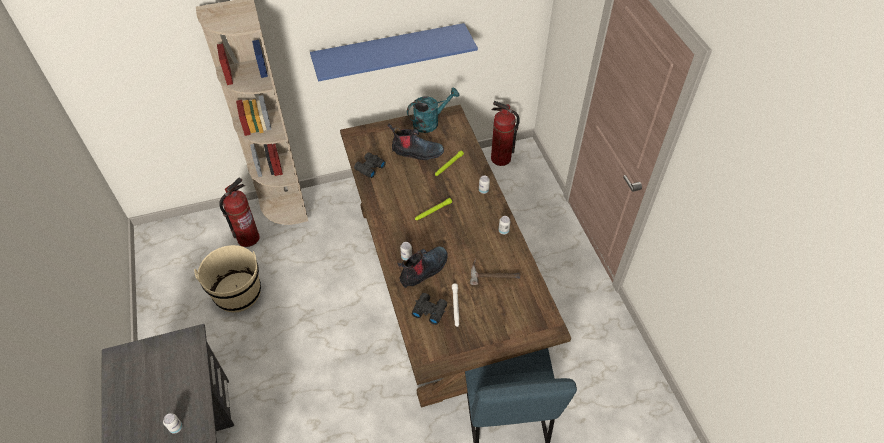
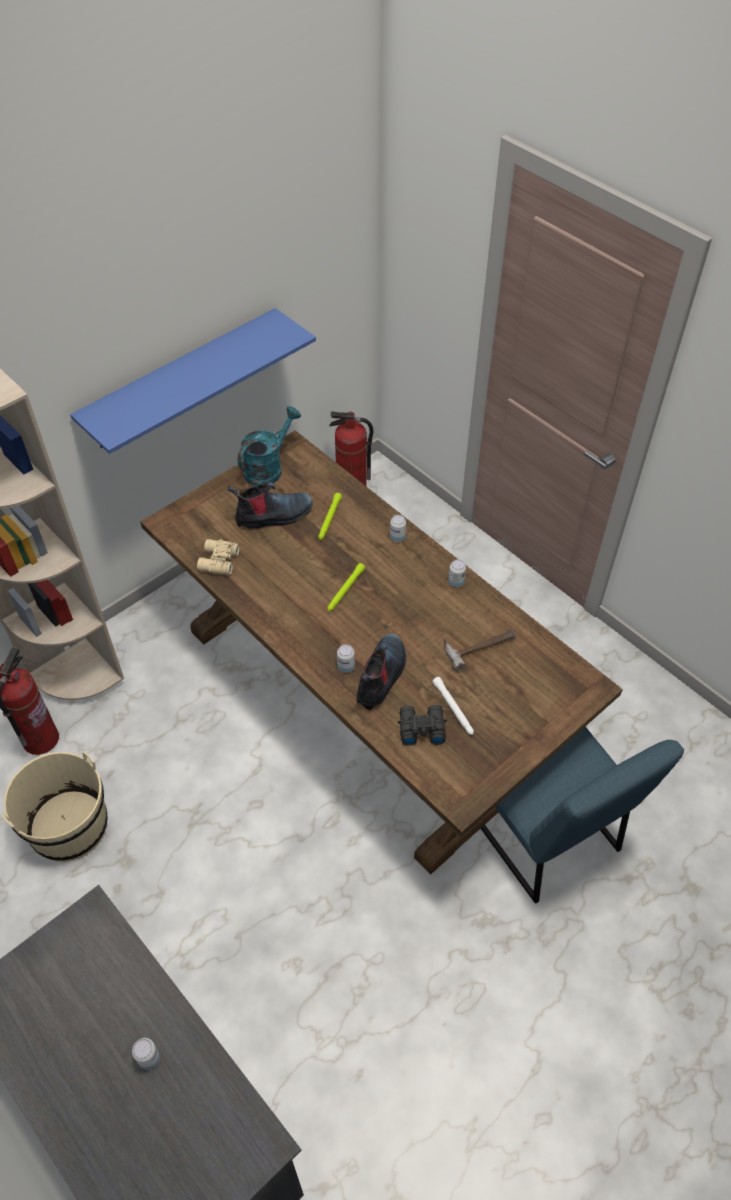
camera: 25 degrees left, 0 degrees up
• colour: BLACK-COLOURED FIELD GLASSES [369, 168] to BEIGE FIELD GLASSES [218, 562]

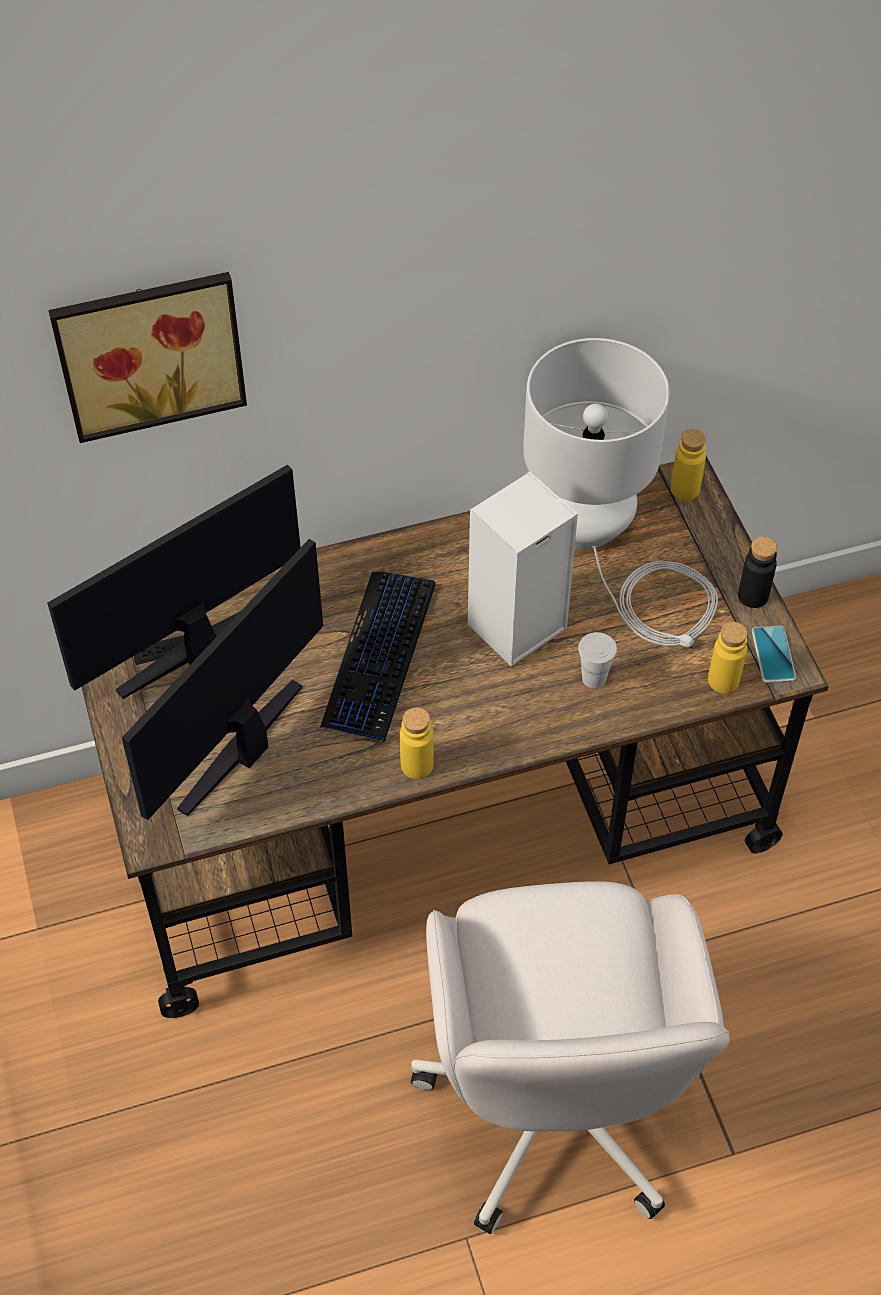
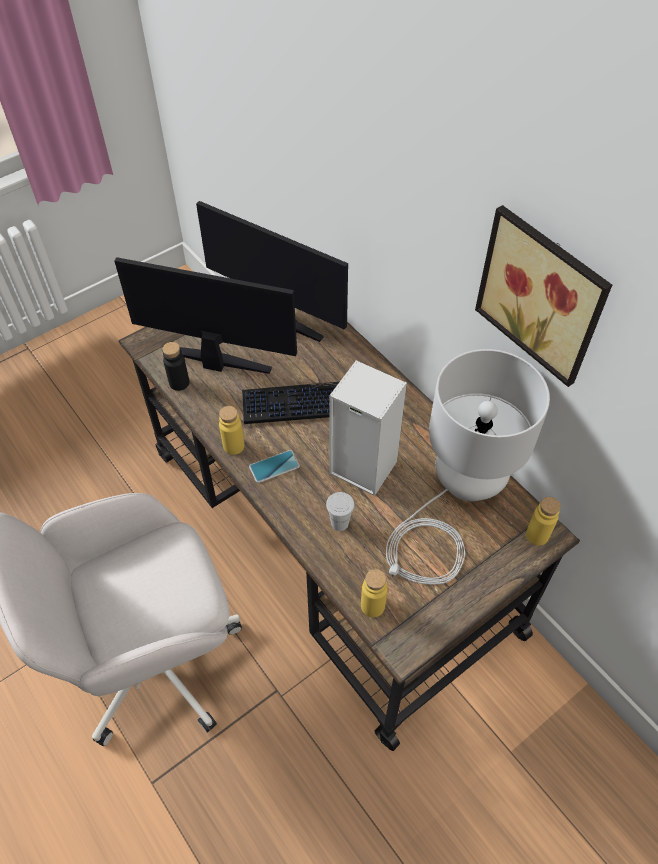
camera: 70 degrees right, 0 degrees up
• relocated: WALL ART [149, 350] to [543, 294]
• relocated: BLACK-COLOURED BOTTLE [753, 596] to [179, 383]
• relocated: TELEPHONE [773, 654] to [274, 467]

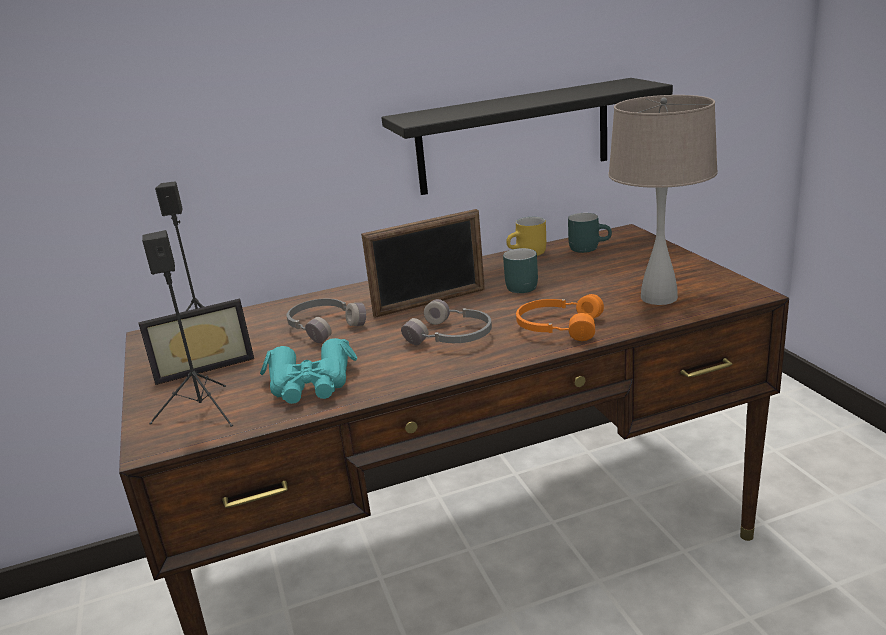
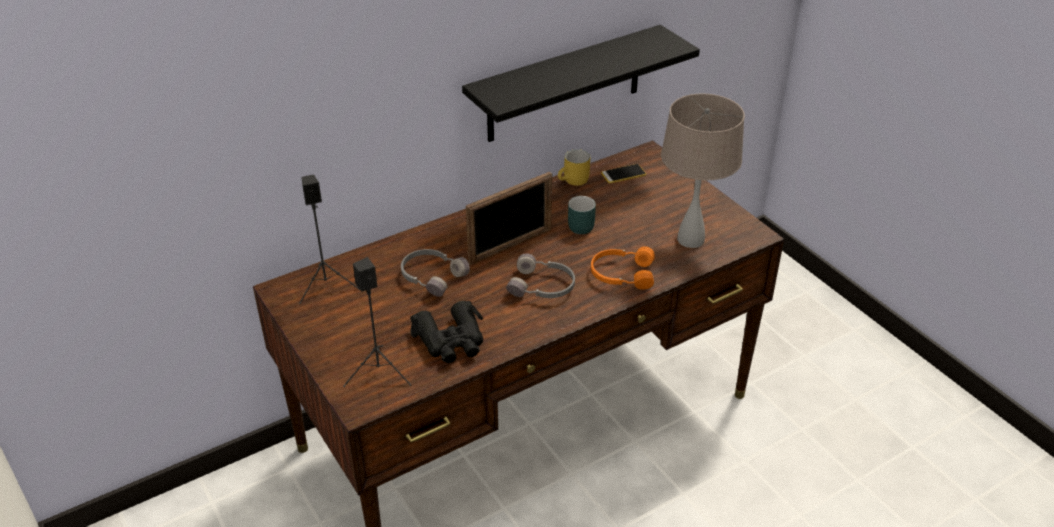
camera: 15 degrees left, 15 degrees up
• missing: PICTURE FRAME [203, 365]
• colour: TURQUOISE-COLOURED FIELD GLASSES [311, 384] to BLACK-COLOURED FIELD GLASSES [451, 341]
• exchanged: TURQUOISE-COLOURED TEA MUG [588, 247] to TELEPHONE [623, 174]

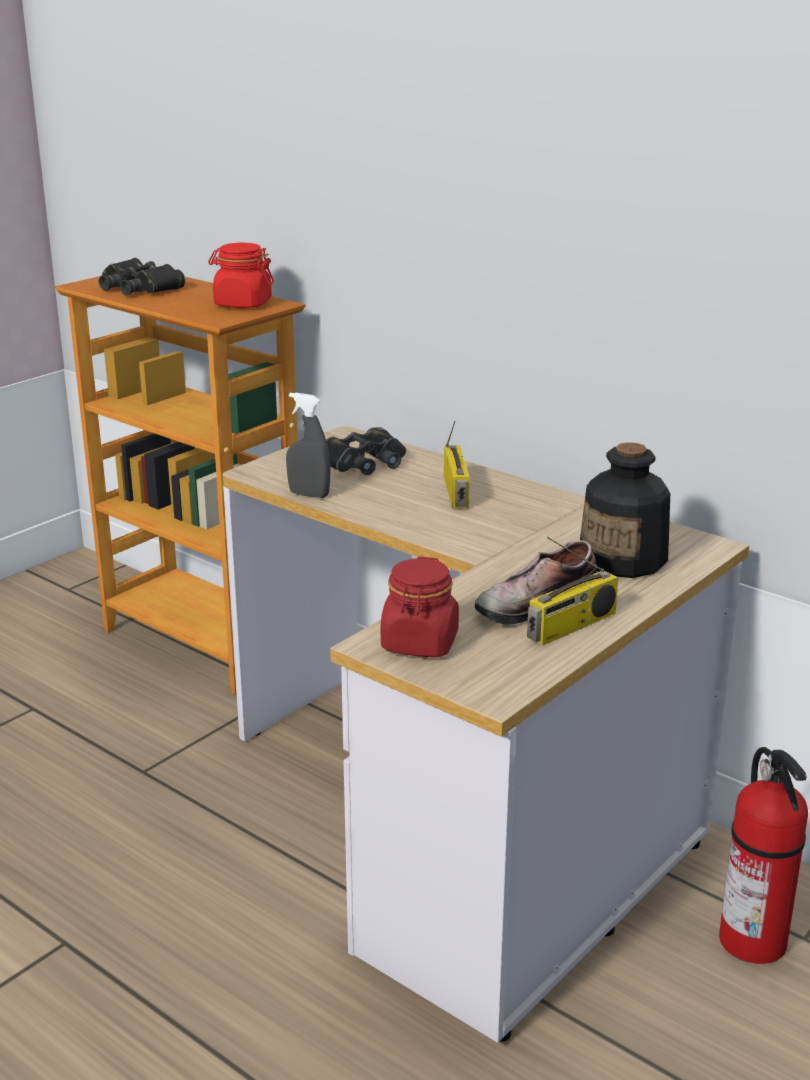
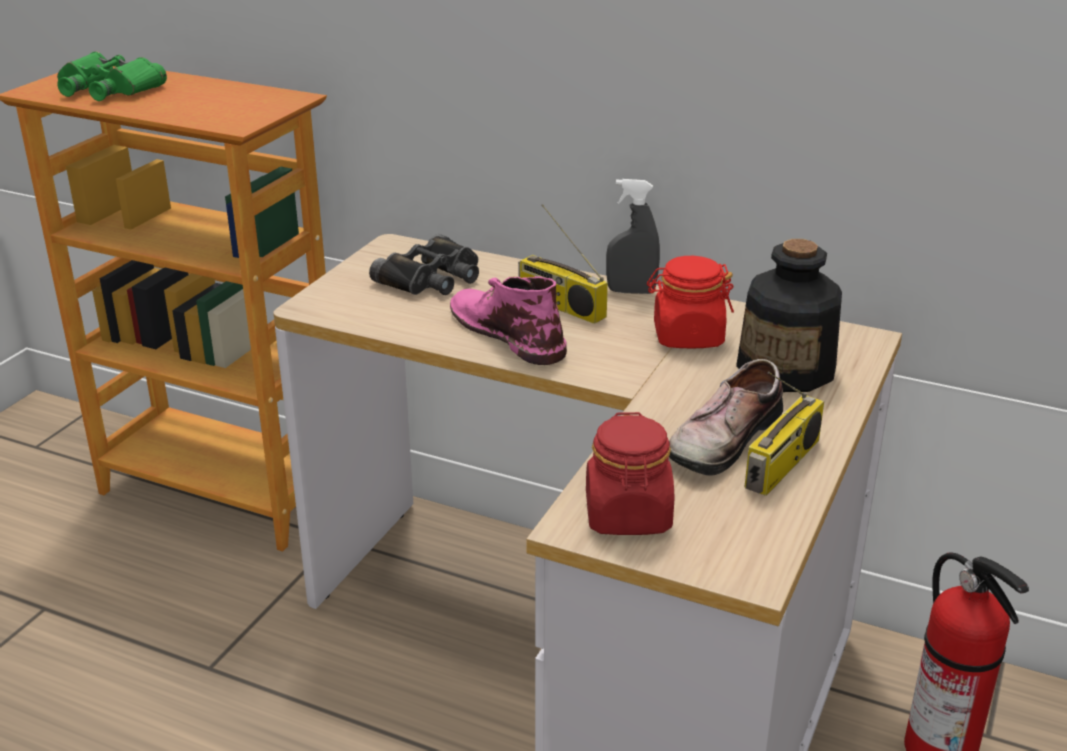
camera: 15 degrees left, 5 degrees up
• colour: BLACK-COLOURED FIELD GLASSES [139, 288] to GREEN FIELD GLASSES [109, 89]
• relocated: RED JAR [242, 304] to [687, 336]
• relocated: GREY SPRAY BOTTLE [309, 494] to [631, 291]
• spun: RADIO RECEIVER [457, 492] = [559, 305] 150 degrees clockwise
• appeared: PINKISH TALL BOOT [507, 332]

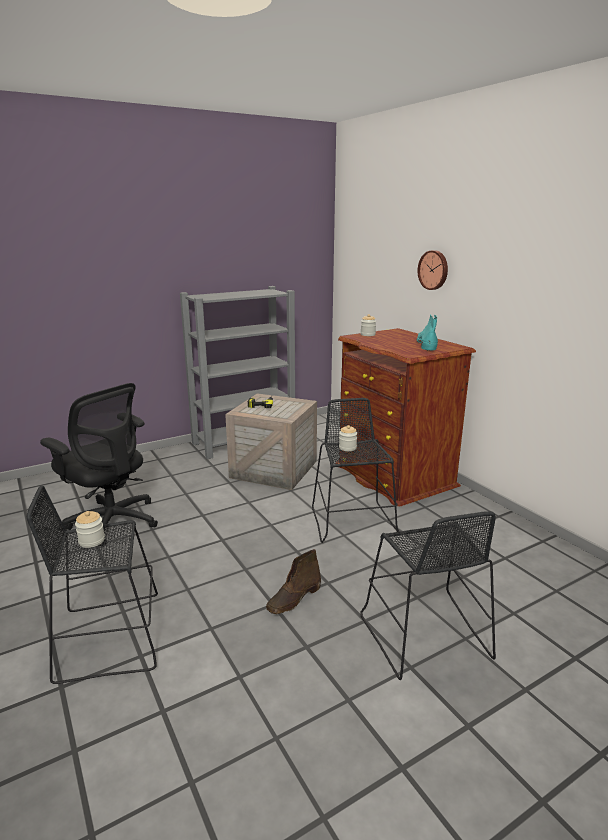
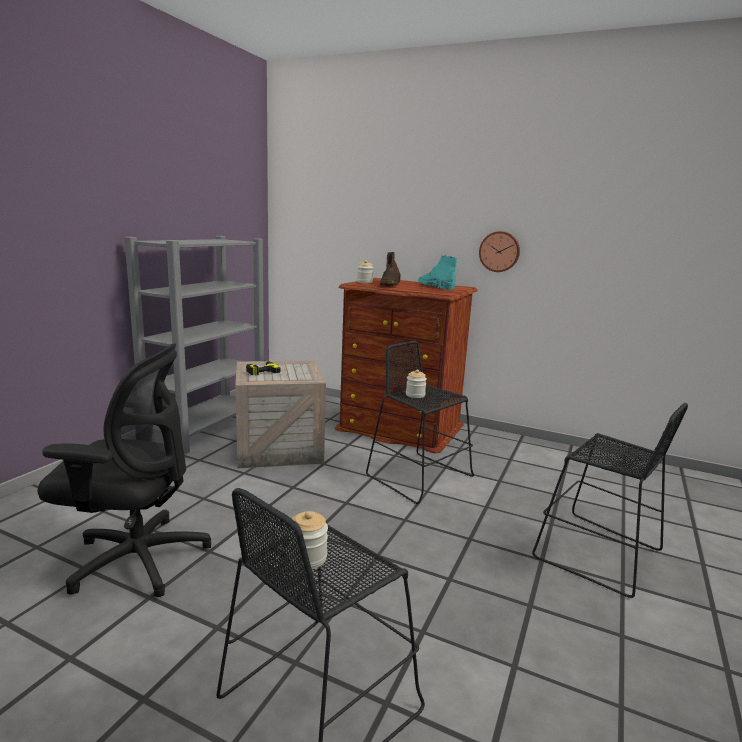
camera: 35 degrees left, 5 degrees down
• relocated: BROWN-COLOURED TALL BOOT [294, 598] to [390, 284]
• relocated: WALL CLOCK [434, 270] to [499, 251]

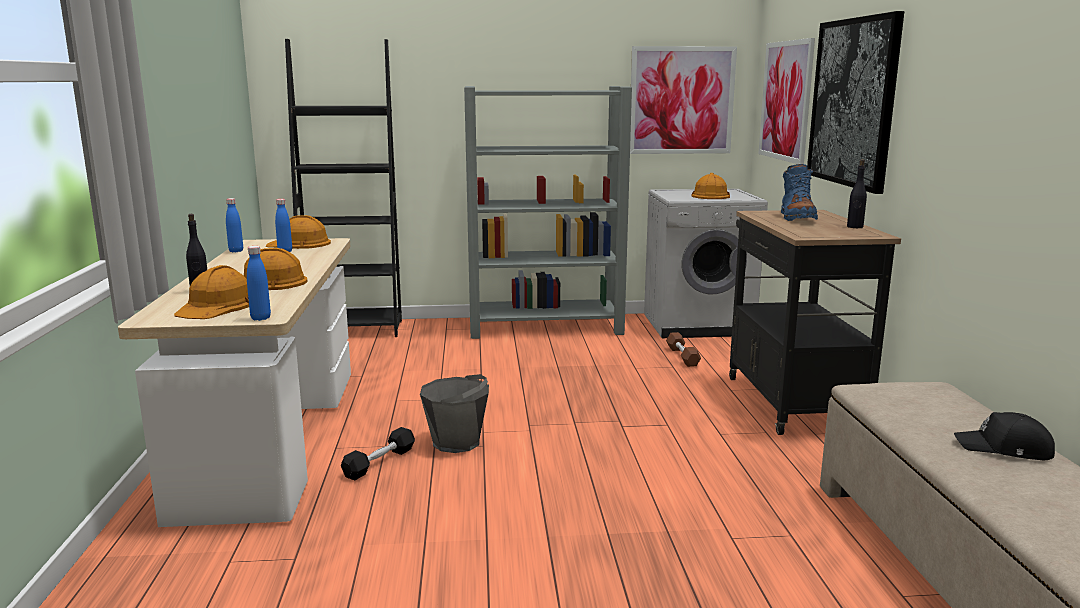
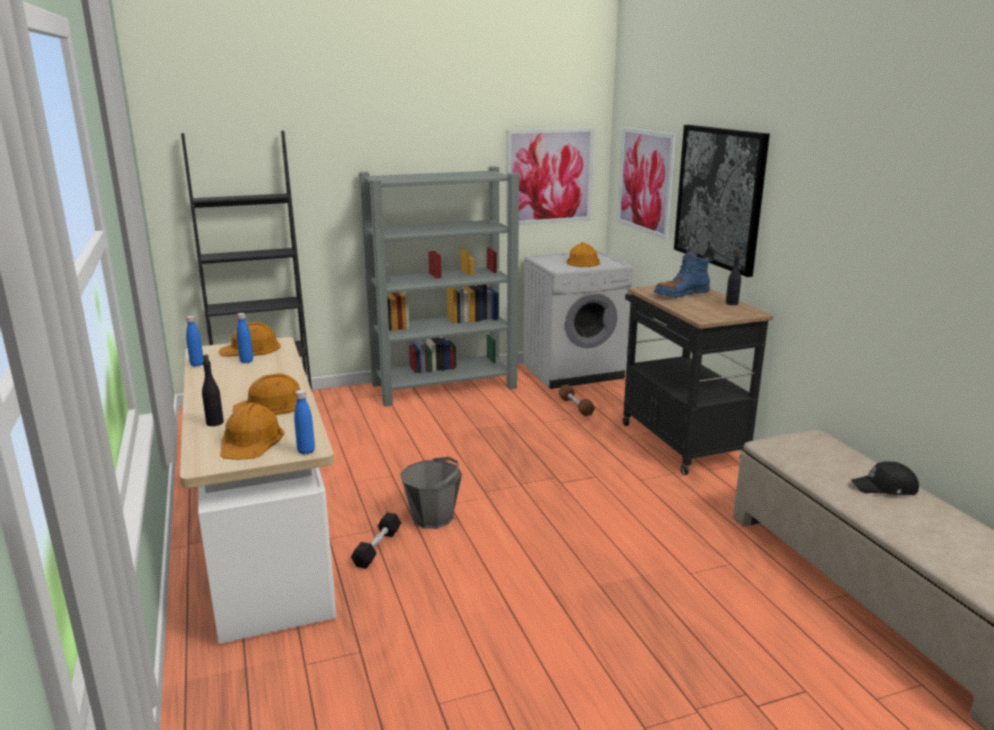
camera: 15 degrees left, 5 degrees up
• spun: BLUE-COLOURED TALL BOOT [797, 218] = [681, 294] 75 degrees clockwise

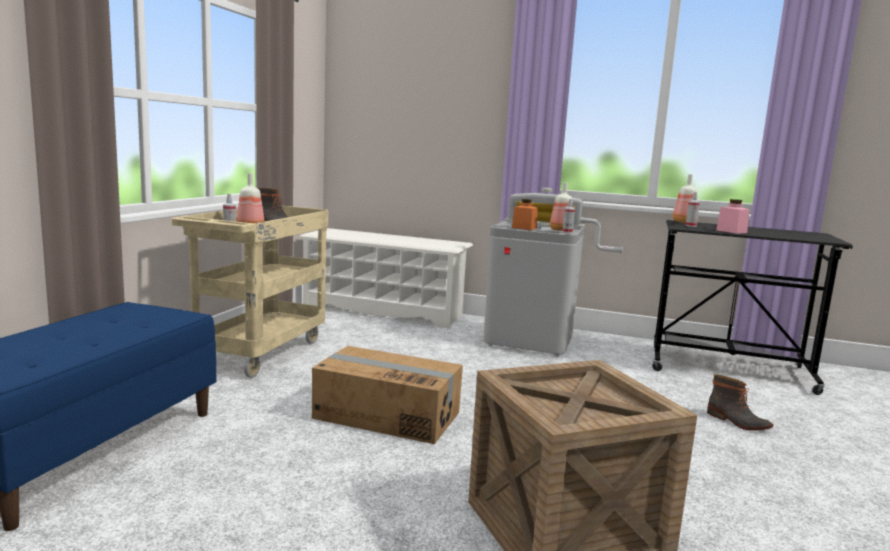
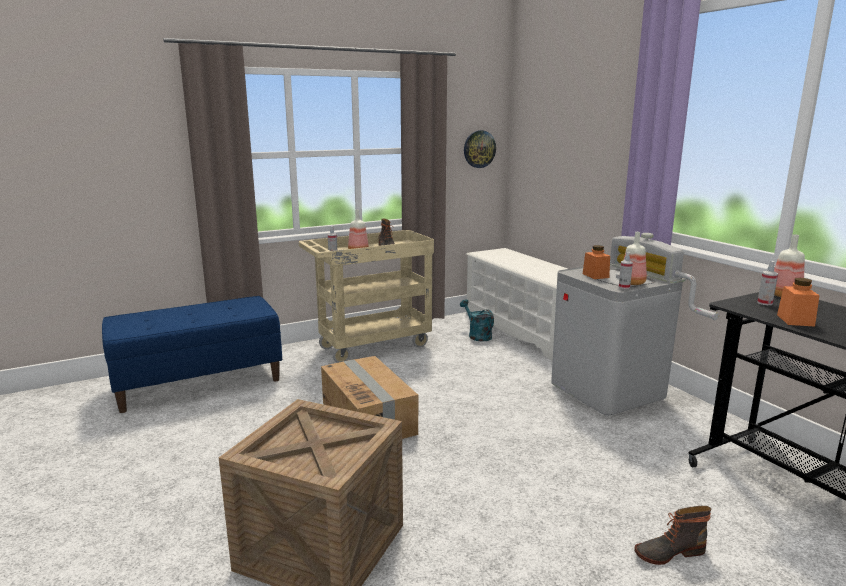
camera: 45 degrees right, 5 degrees up
• spun: TALL BOOT [737, 422] = [668, 552] 75 degrees clockwise
• colour: PINKISH JAR [731, 231] to ORANGE JAR [795, 320]
• appeared: TURQUOISE-COLOURED WATERING POT [477, 335]
• appeared: WALL CLOCK [479, 149]

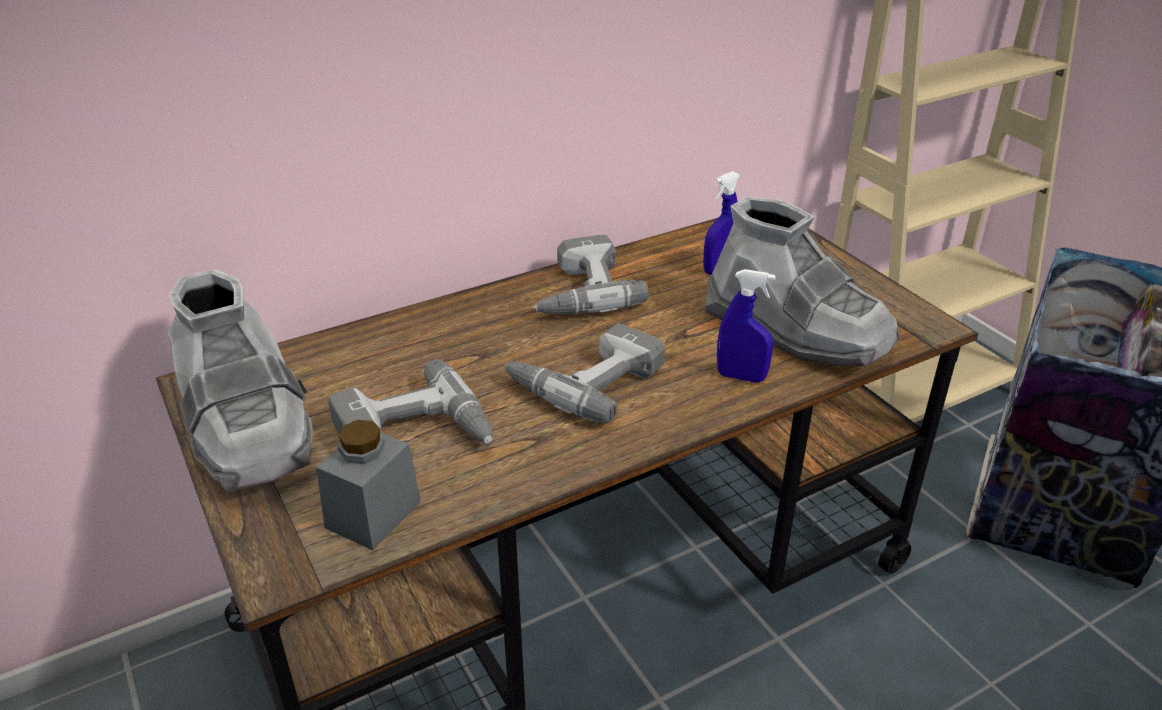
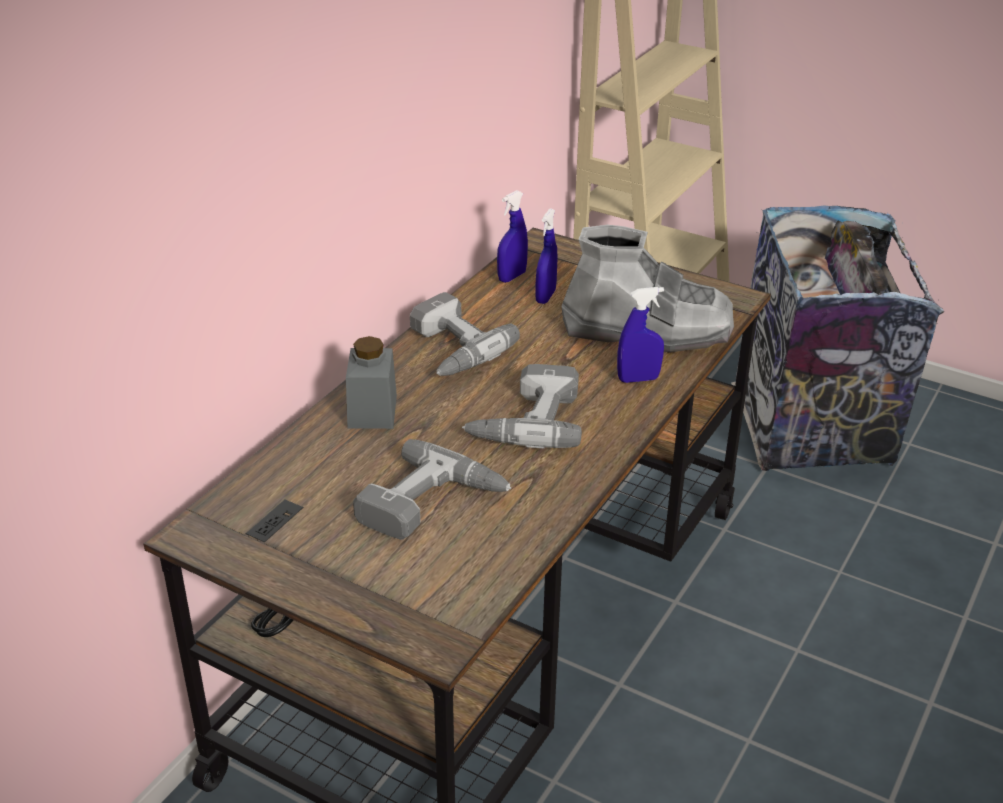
camera: 30 degrees left, 0 degrees up
• missing: GREY TALL BOOT [248, 430]
• relocated: GREY JAR [373, 514] to [372, 411]
• appeared: BLUE-COLOURED SPRAY BOTTLE [512, 277]

